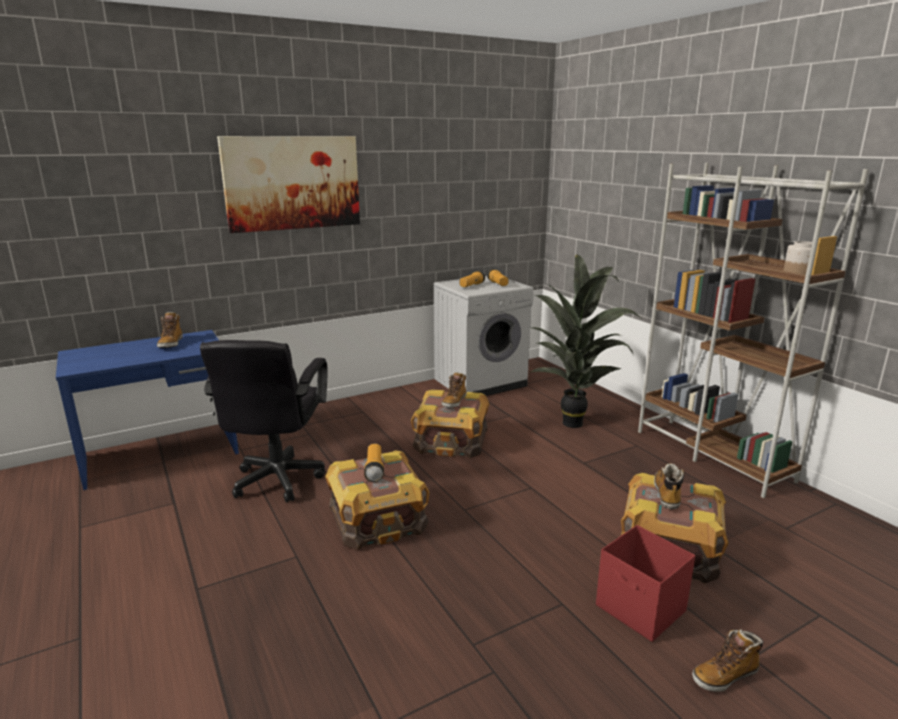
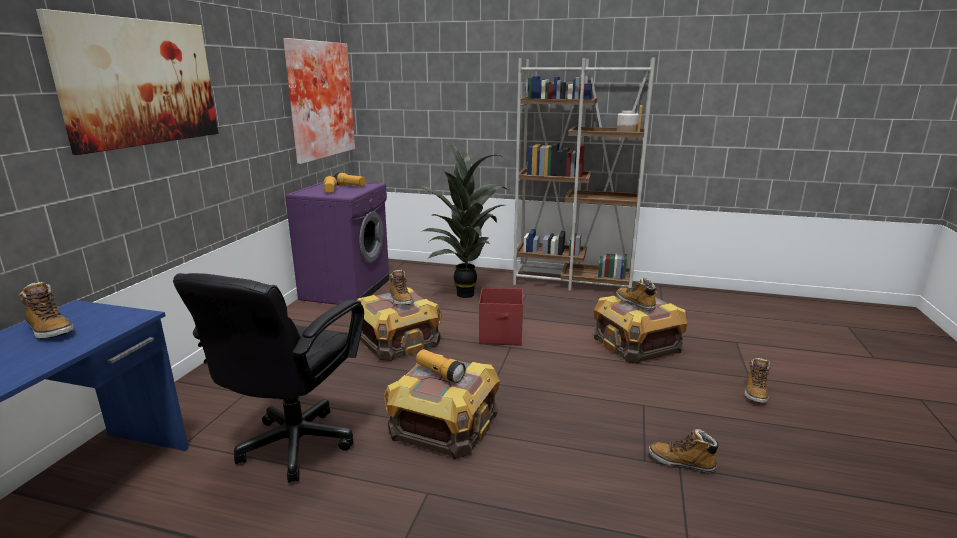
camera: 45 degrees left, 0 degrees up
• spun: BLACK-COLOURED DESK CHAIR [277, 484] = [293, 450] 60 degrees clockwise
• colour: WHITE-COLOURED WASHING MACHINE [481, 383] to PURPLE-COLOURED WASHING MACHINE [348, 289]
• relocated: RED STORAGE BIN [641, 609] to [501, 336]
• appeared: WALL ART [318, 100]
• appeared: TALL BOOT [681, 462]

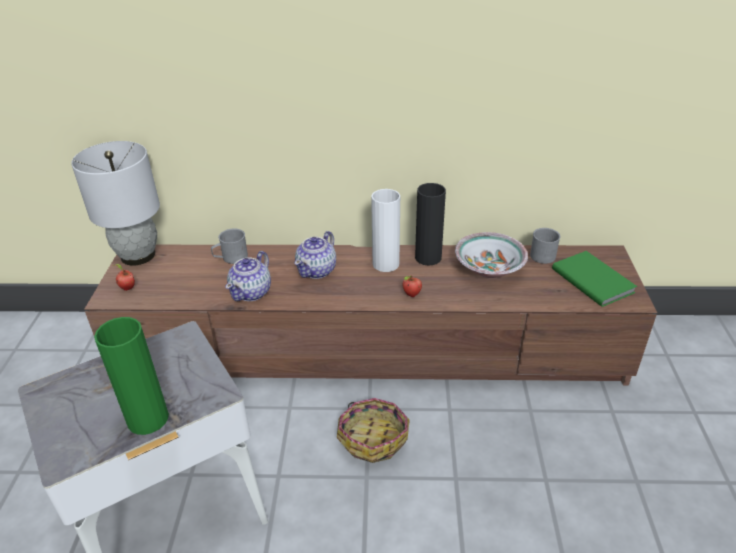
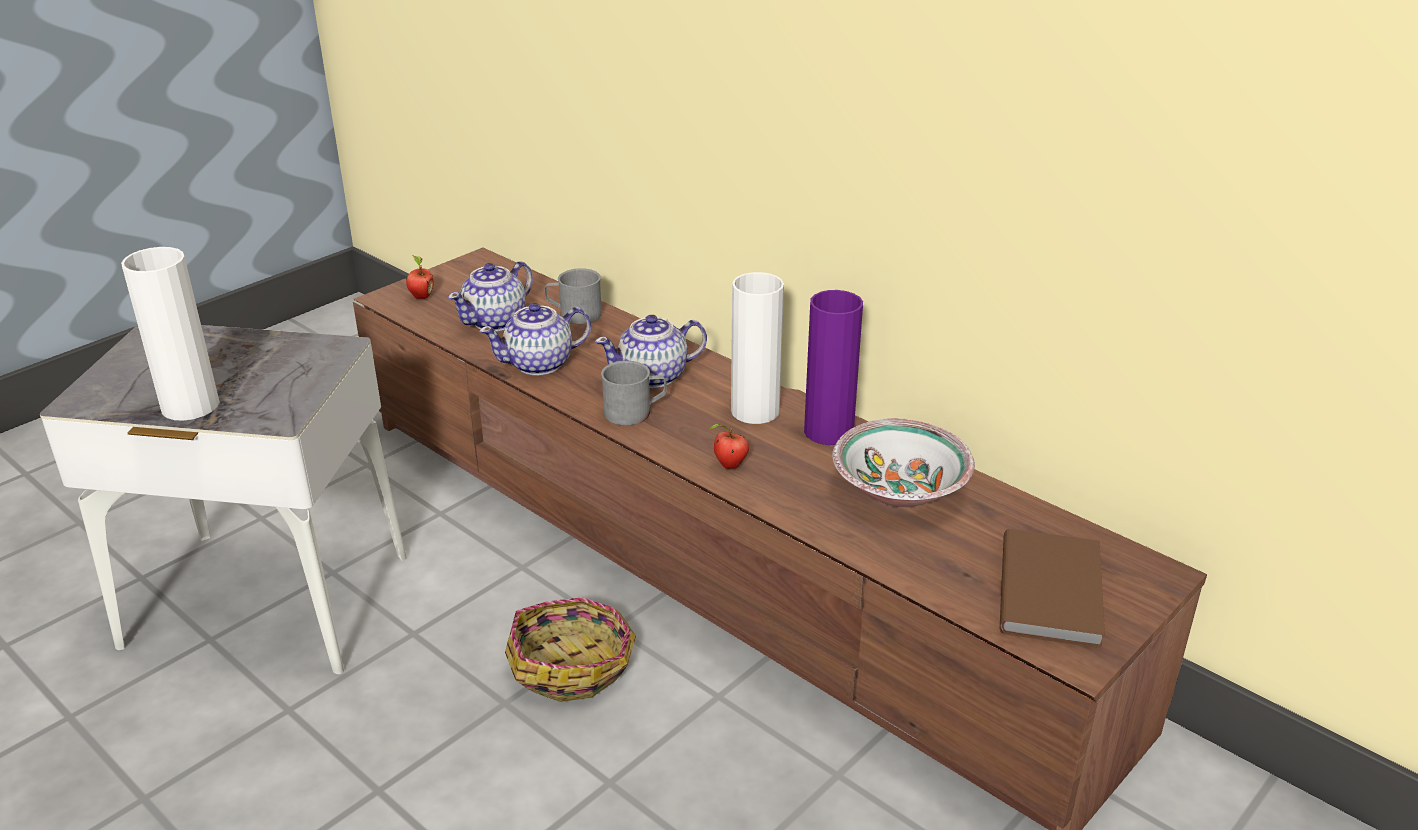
camera: 40 degrees right, 5 degrees down
• missing: WHITE-COLOURED TABLETOP LAMP [138, 255]
• colour: GREEN VASE [148, 419] to WHITE-COLOURED VASE [190, 406]
• colour: BLACK-COLOURED VASE [428, 257] to PURPLE-COLOURED VASE [828, 431]
• relocated: GREY TEA MUG [544, 254] to [635, 412]
• colour: GREEN VOLUME [593, 279] to BROWN-COLOURED VOLUME [1054, 591]
• appeared: TEA POT [496, 321]

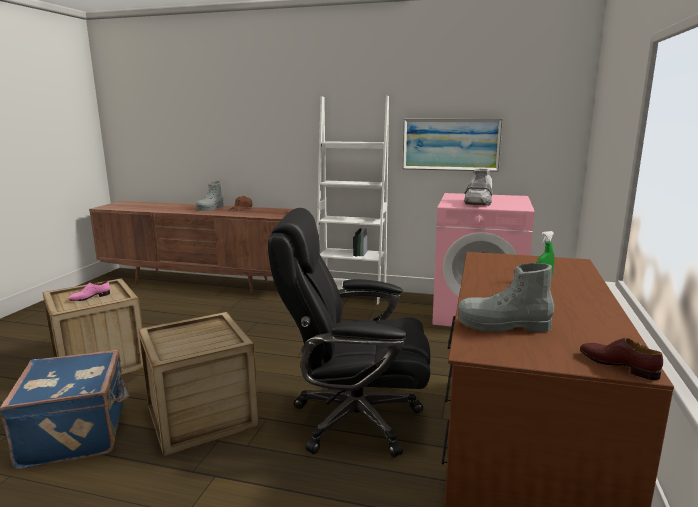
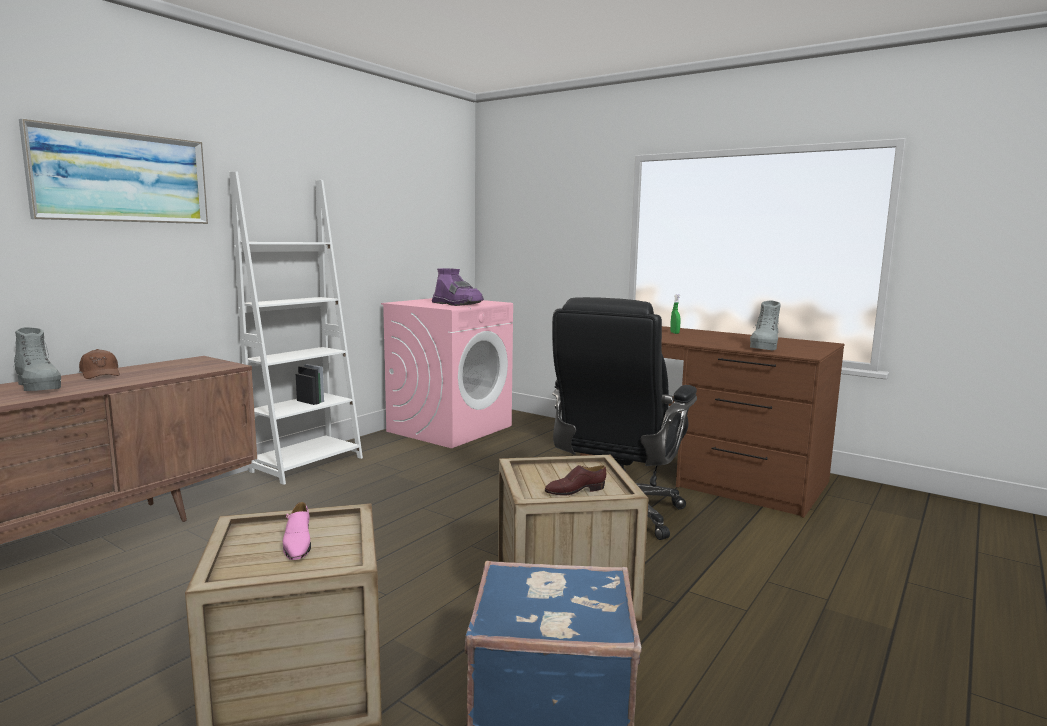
camera: 70 degrees left, 5 degrees down
• relocated: WALL ART [451, 144] to [121, 177]
• colour: GREY TALL BOOT [478, 203] to PURPLE-COLOURED TALL BOOT [457, 304]
• relocated: BROWN-COLOURED LOW SHOE [617, 365] to [575, 491]

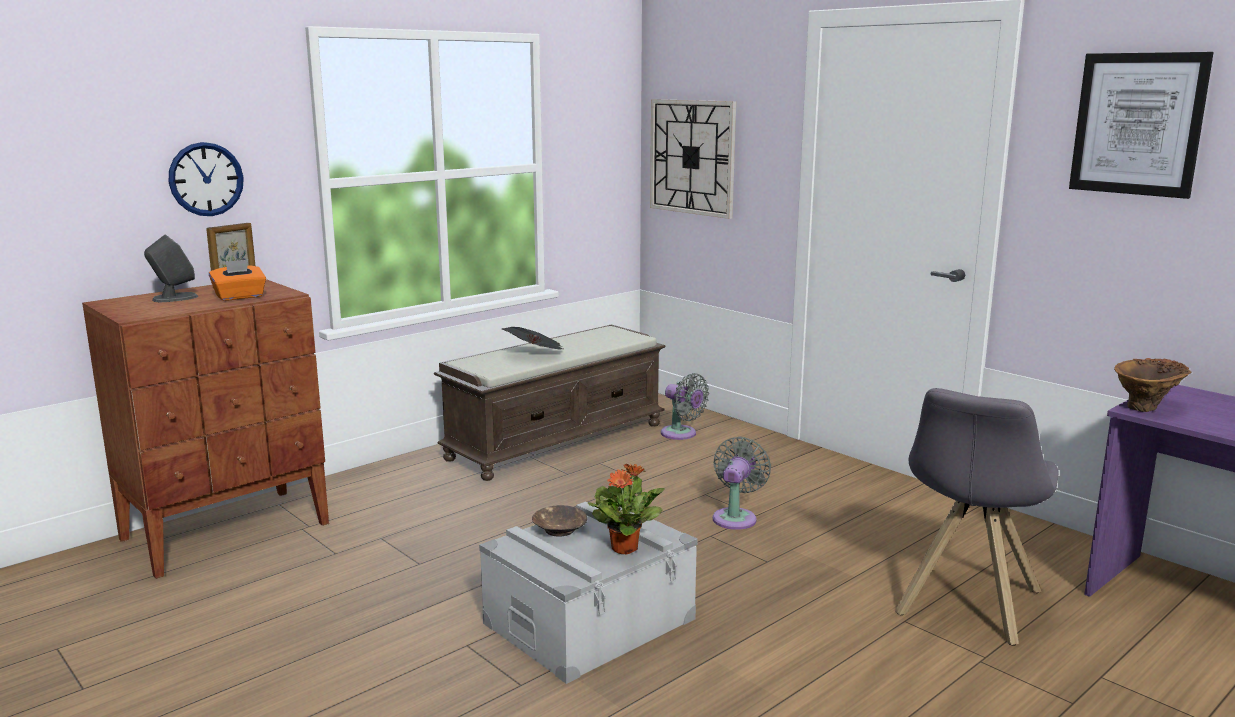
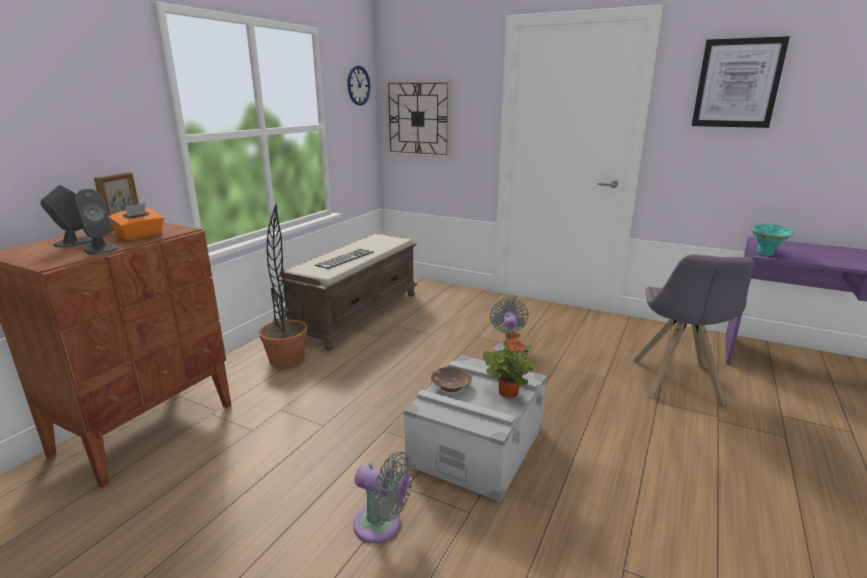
camera: 20 degrees left, 5 degrees up
• relocated: WALL CLOCK [206, 179] to [358, 85]
• exchanged: NEWSPAPER [536, 355] to COMPUTER KEYBOARD [345, 258]
• relocated: GREY ELECTRIC FAN [681, 434] to [382, 526]
• colour: BROWN-COLOURED VASE [1147, 407] to TURQUOISE-COLOURED VASE [767, 252]
• appeared: GREY SPEAKER [100, 249]
• appeared: POTTED PLANT [286, 359]

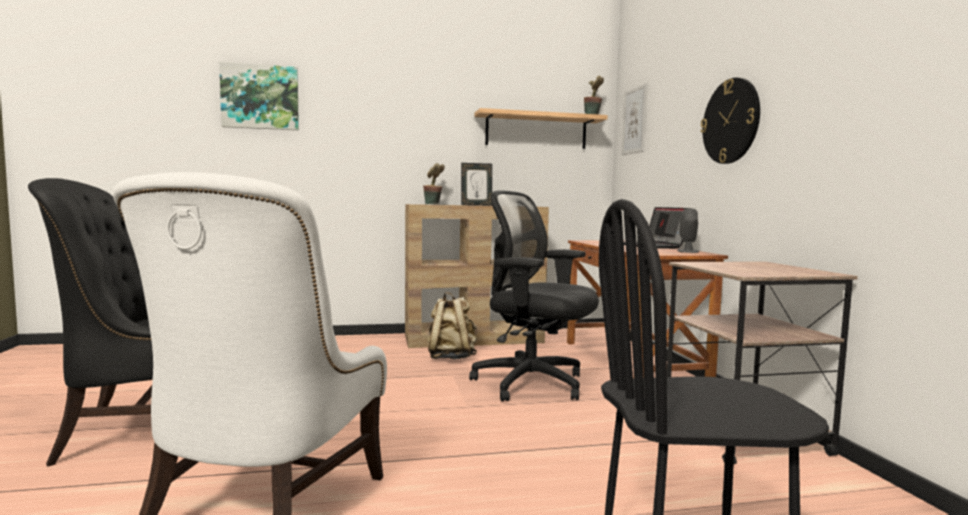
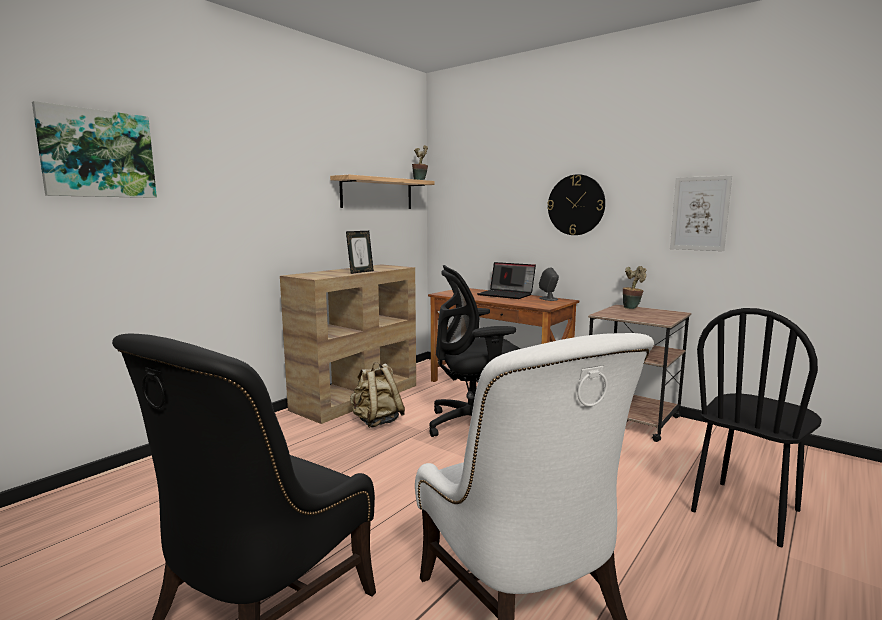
camera: 40 degrees left, 5 degrees up
• relocated: POTTED PLANT [433, 204] to [632, 307]
• relocated: WALL ART [634, 120] to [699, 213]

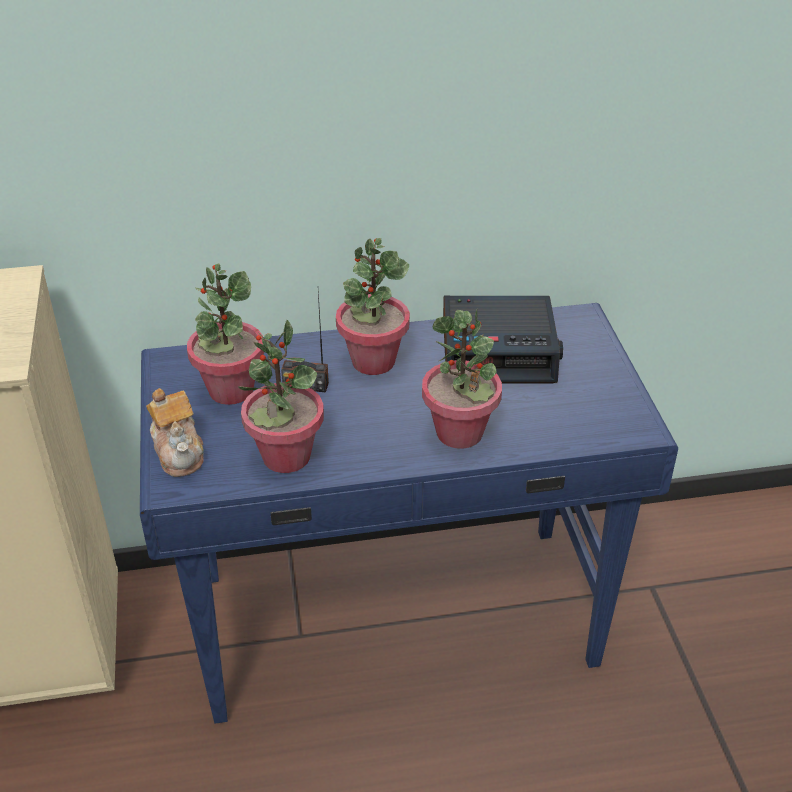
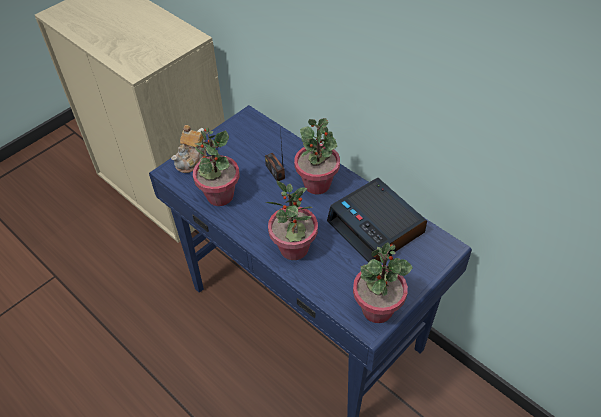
camera: 55 degrees right, 10 degrees up
• relocated: POTTED PLANT [230, 390] to [377, 309]

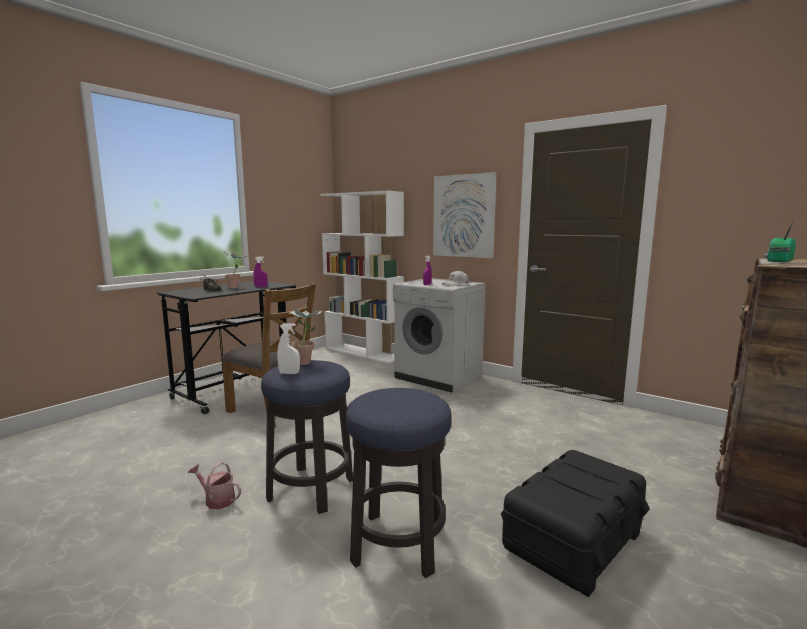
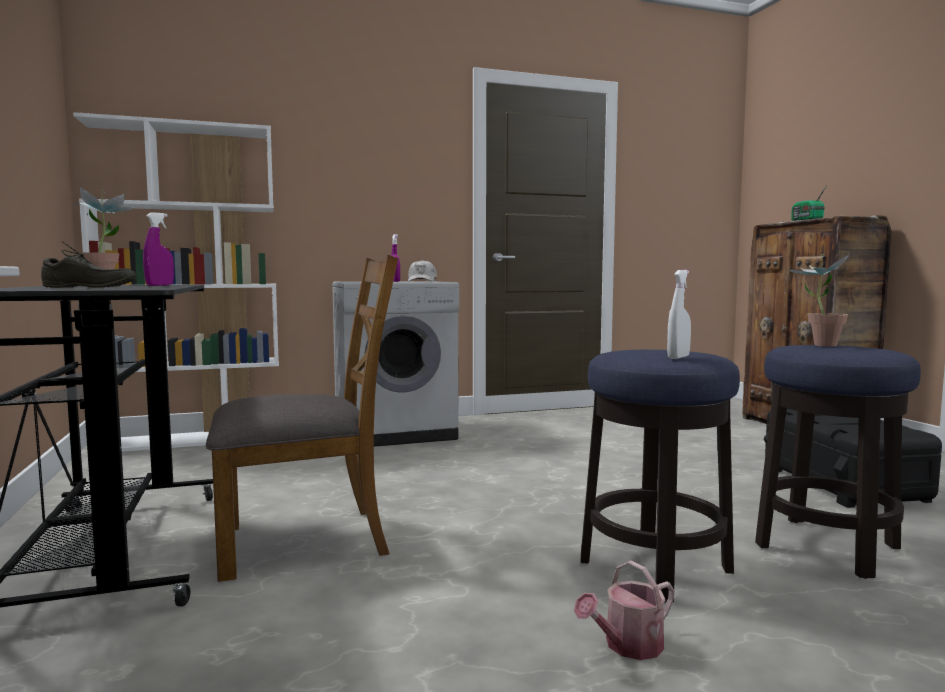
camera: 55 degrees left, 5 degrees down
• relocated: POTTED PLANT [307, 361] to [818, 344]
• missing: WALL ART [463, 216]

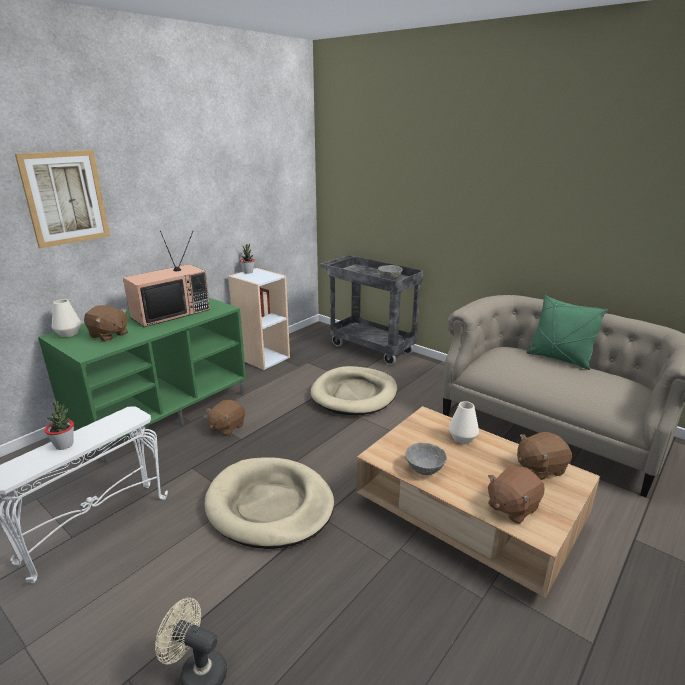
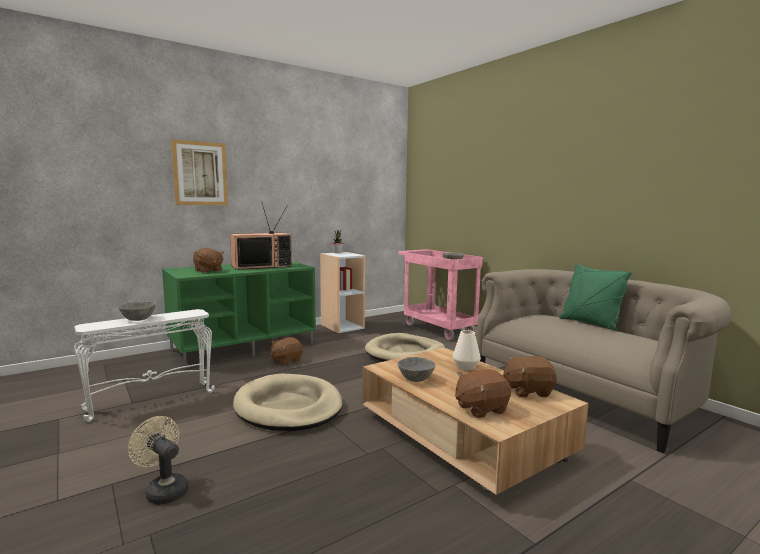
camera: 15 degrees right, 15 degrees down
• exchanged: POTTED PLANT [64, 445] to GREY BOWL [138, 319]
• missing: WHITE-COLOURED VASE [68, 334]
• colour: GREY WHEELED CART [368, 348] to PINKISH WHEELED CART [436, 329]

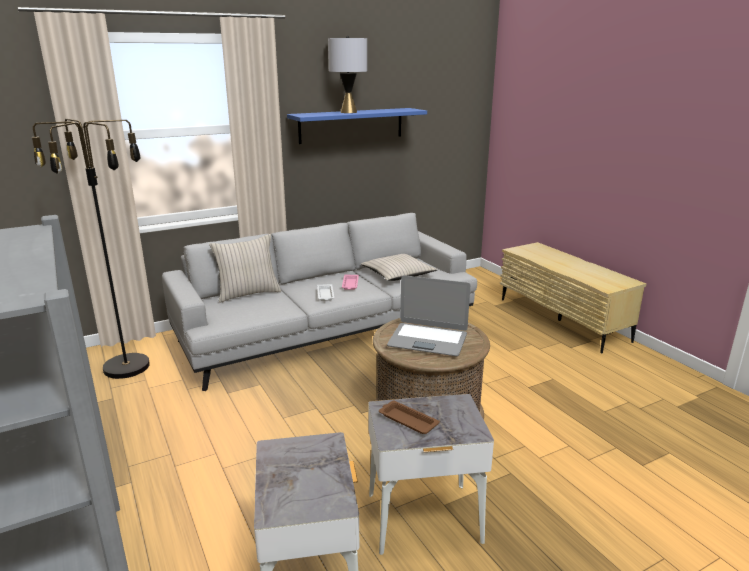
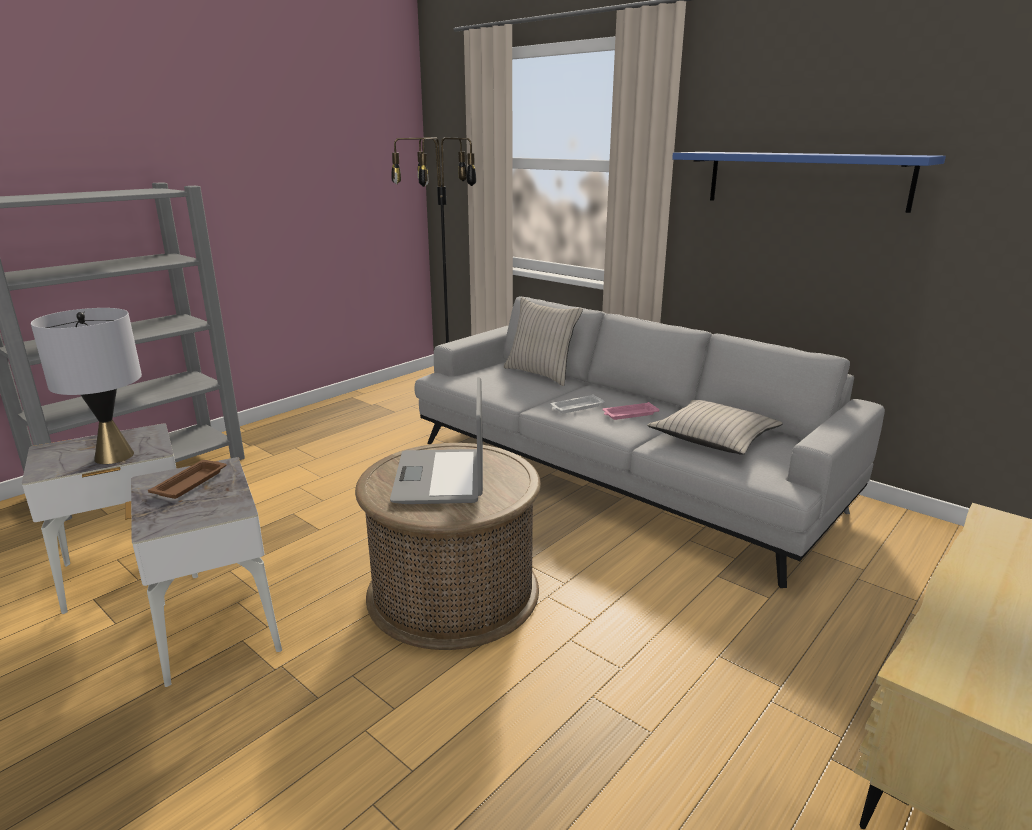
camera: 70 degrees right, 0 degrees up
• relocated: GREY TABLETOP LAMP [348, 112] to [115, 456]

